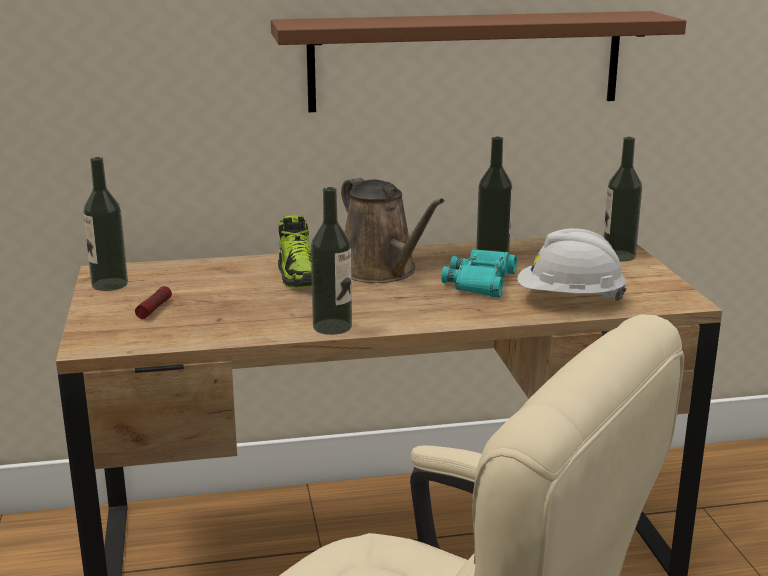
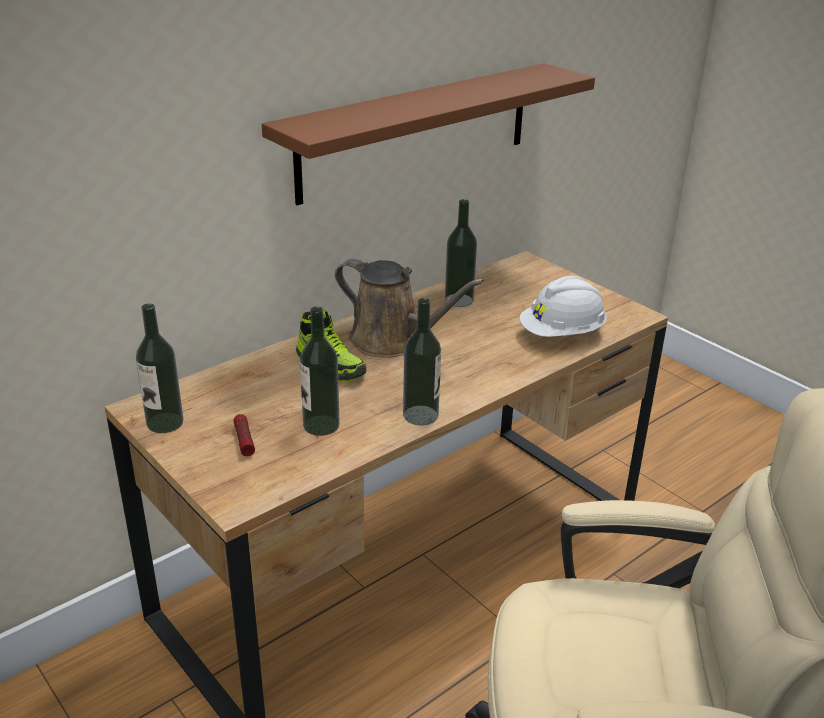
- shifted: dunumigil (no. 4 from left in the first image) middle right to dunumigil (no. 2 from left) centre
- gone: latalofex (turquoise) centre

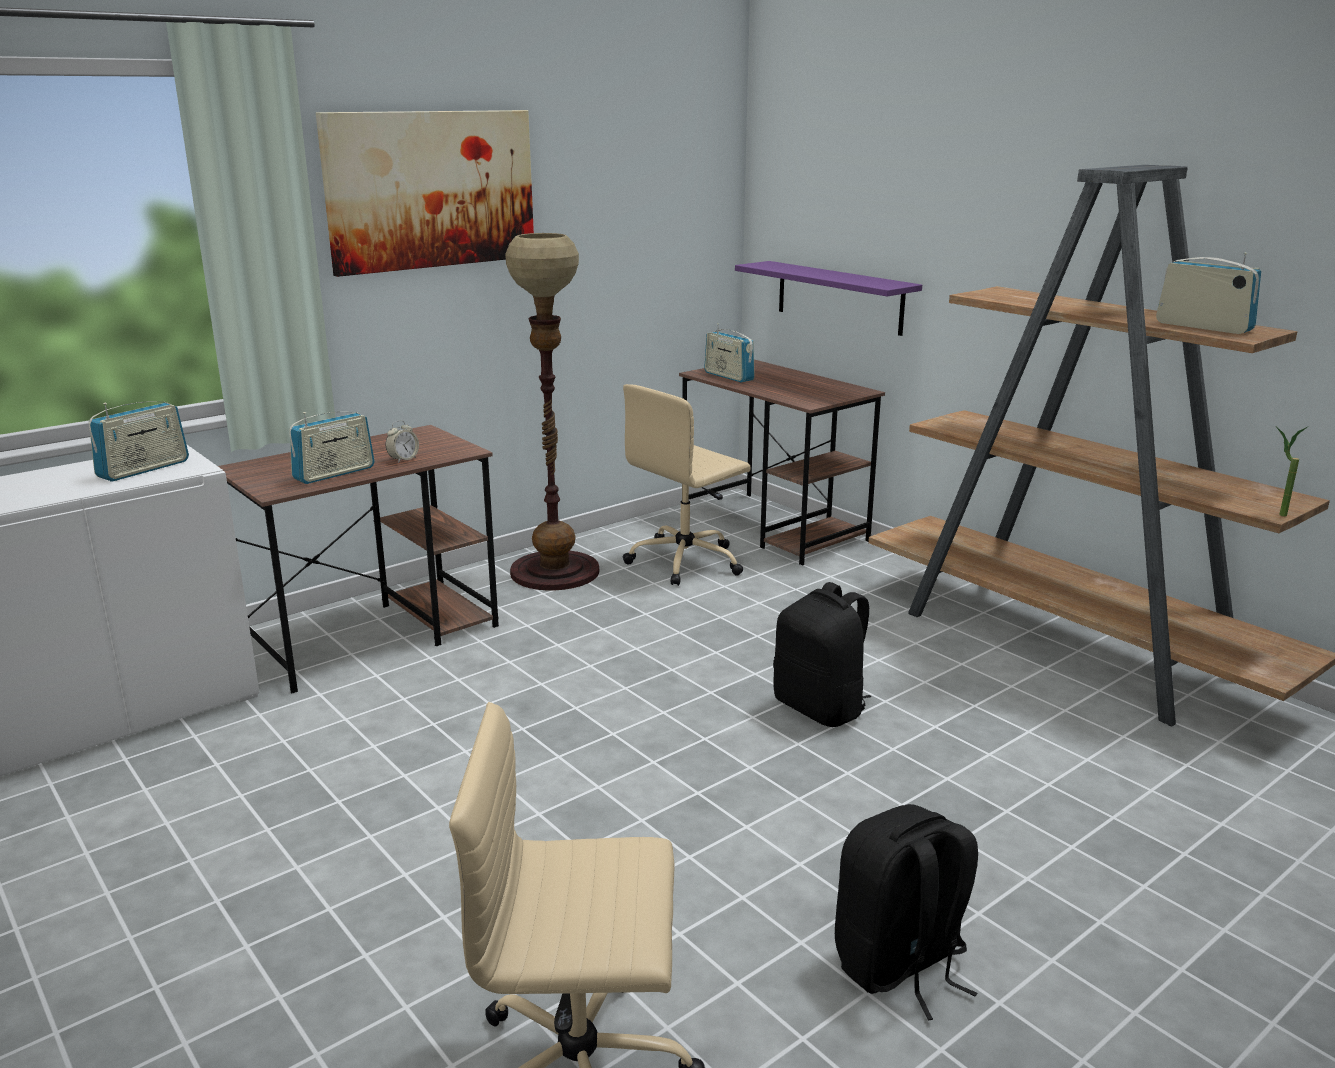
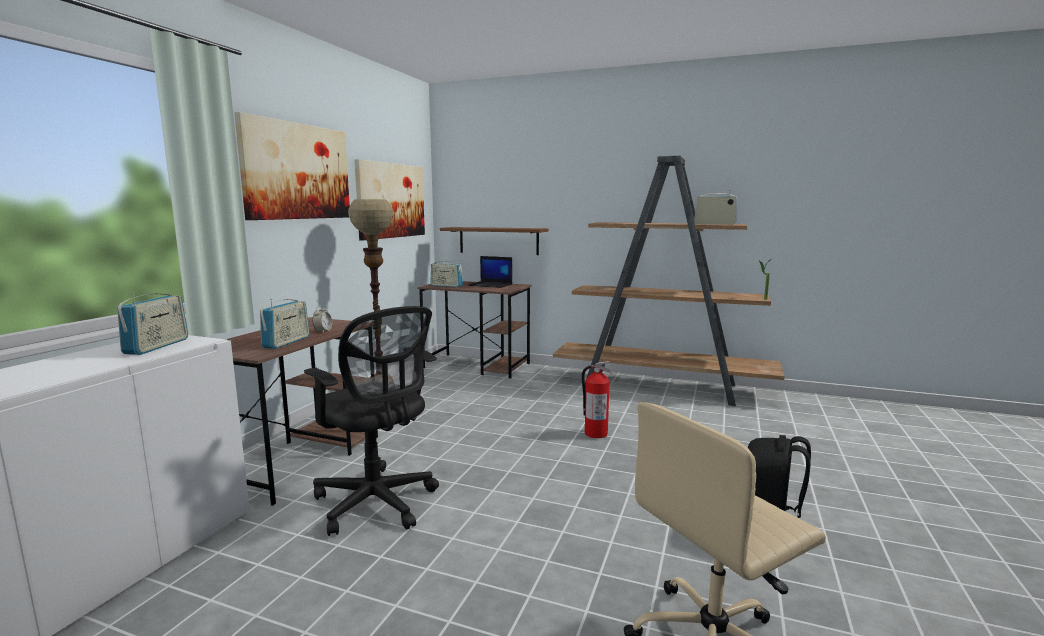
- repainted: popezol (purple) top centre to popezol (brown) centre
- gone: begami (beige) (no. 2 from left) centre
- swapped: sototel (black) (no. 1 from left) centre to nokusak centre
- new: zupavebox (no. 2 from left) top centre
- new: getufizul centre
- new: begami (black) centre

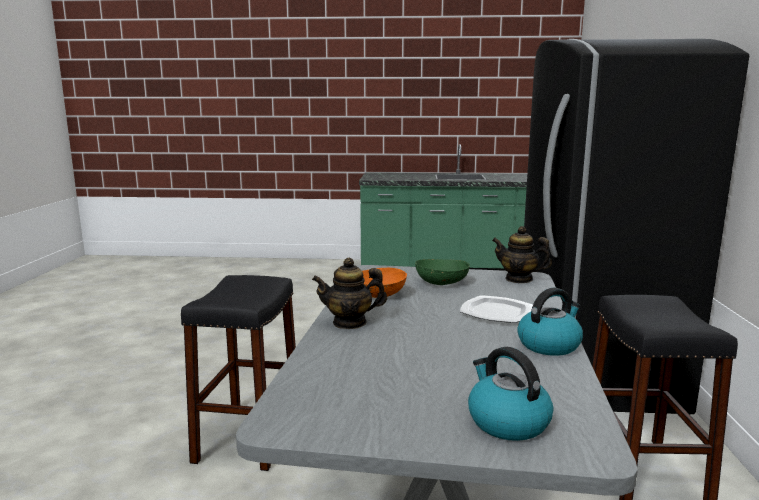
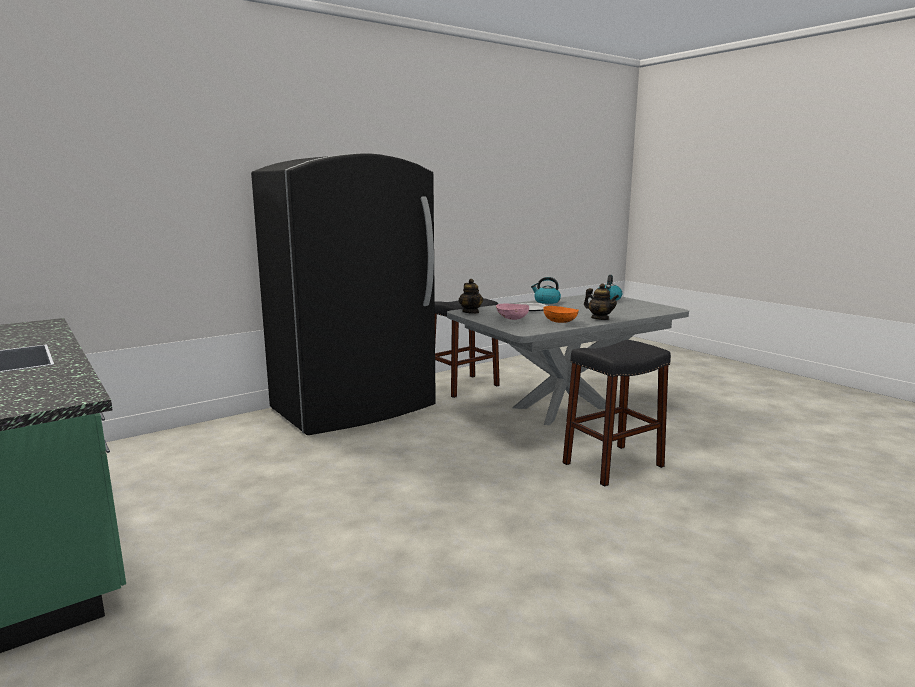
- repainted: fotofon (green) centre to fotofon (pink) centre

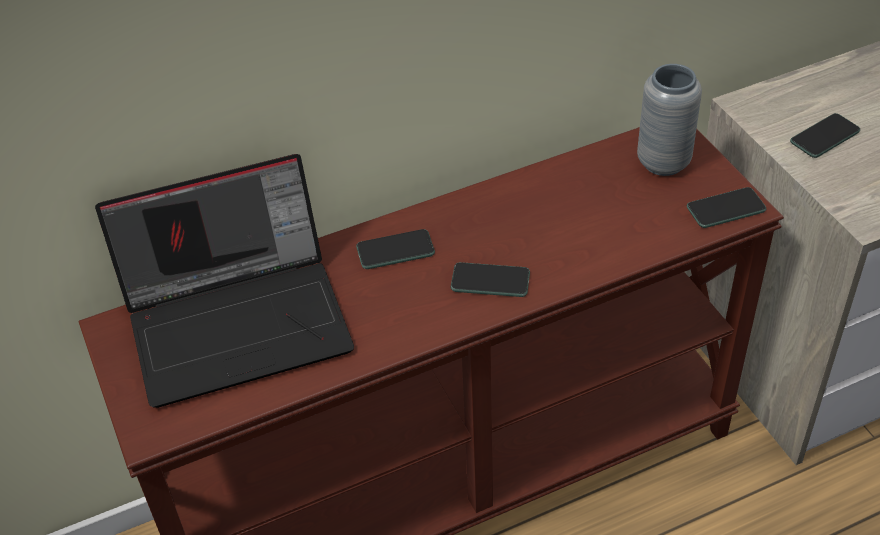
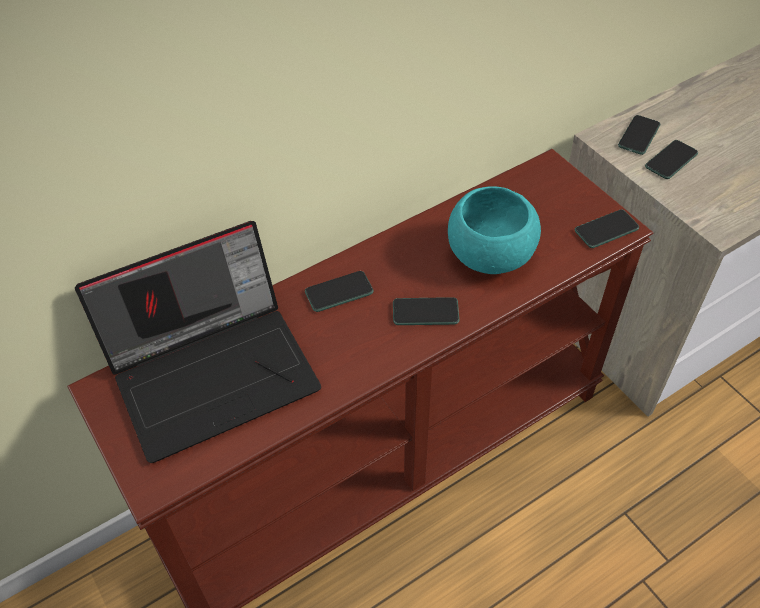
- gone: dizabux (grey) top right
- new: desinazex (no. 4 from left) top right
- new: fotofon (turquoise) centre

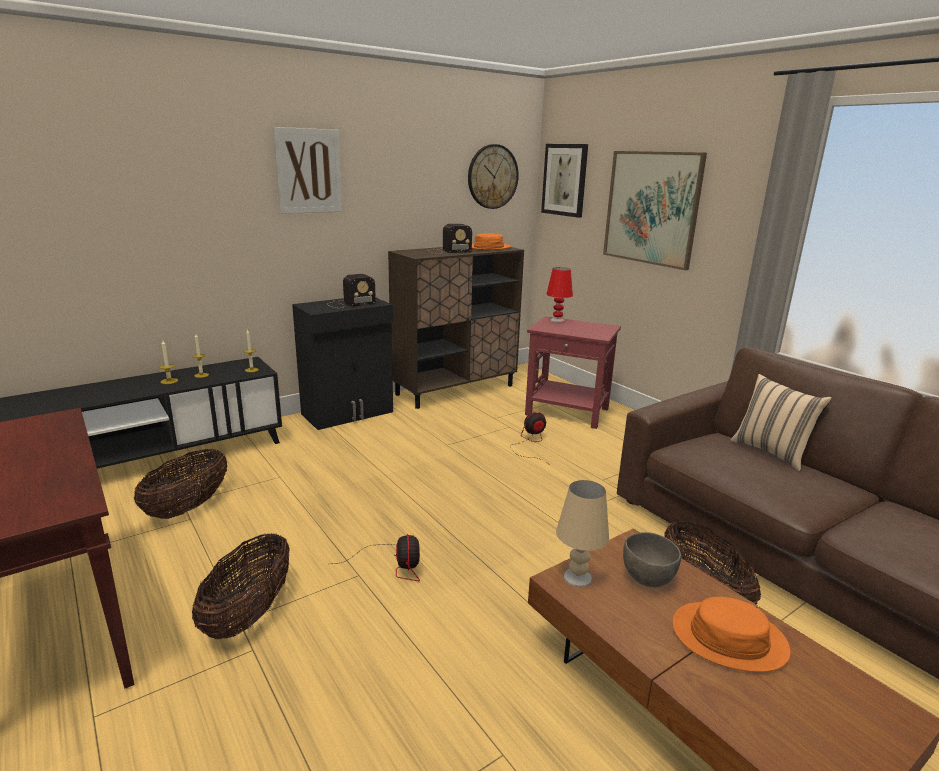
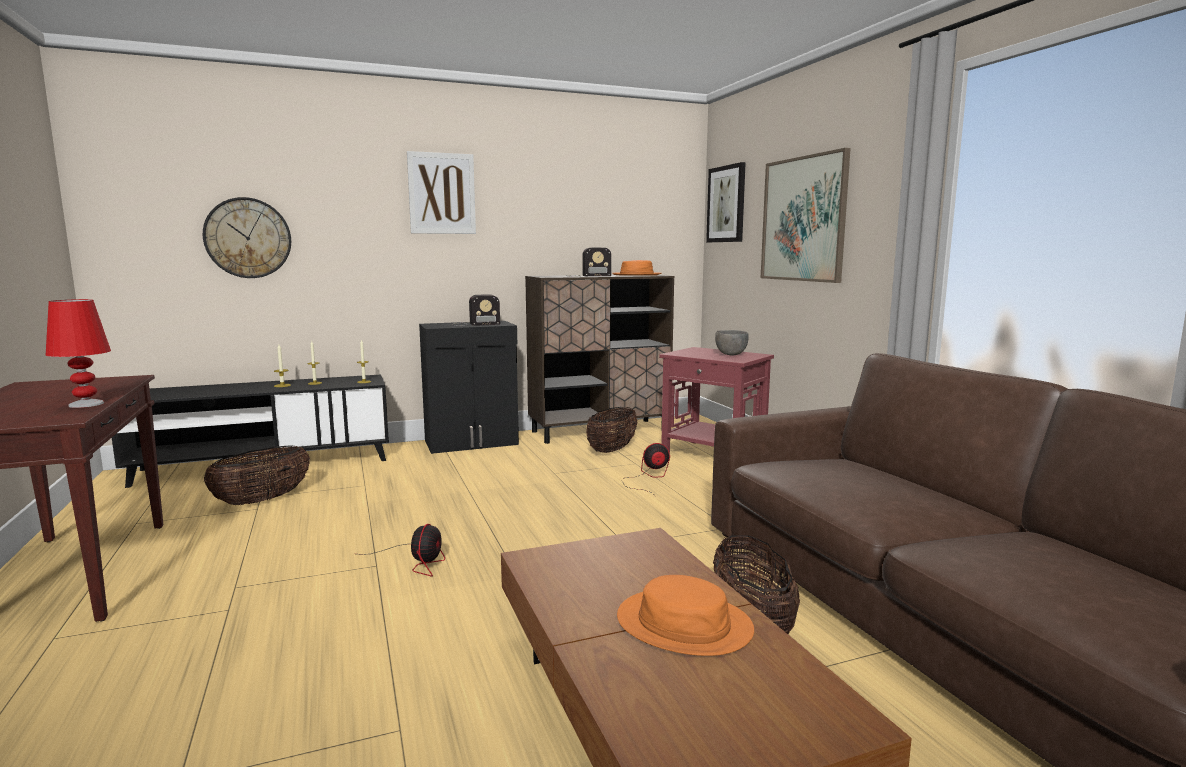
- shifted: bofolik top centre to top left
- shifted: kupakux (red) centre to middle left
- gone: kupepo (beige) middle right
- gone: kupakux (beige) bottom centre
- shifted: fotofon (grey) bottom right to centre
- shifted: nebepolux (no. 2 from left) bottom left to centre

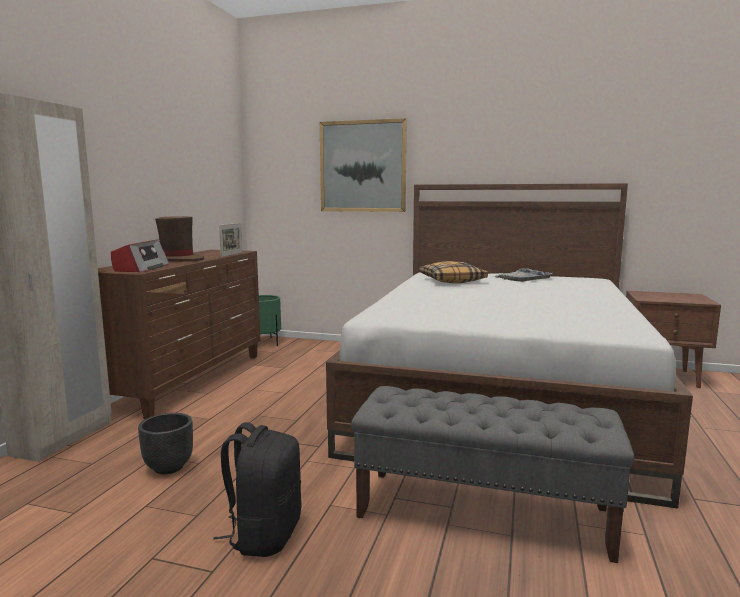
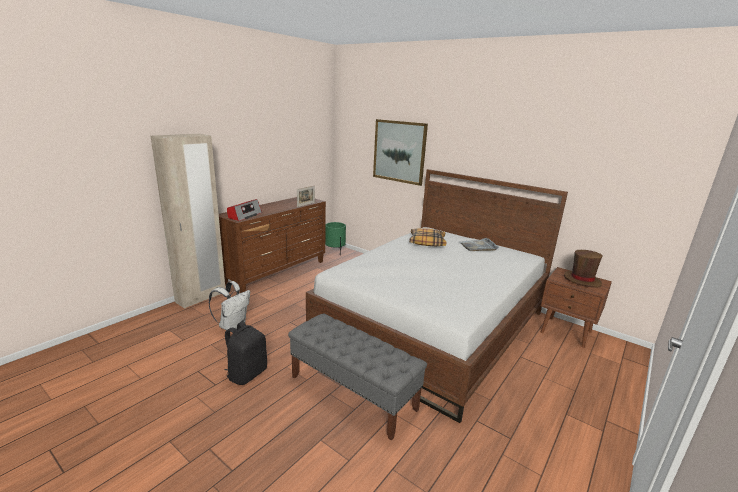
- shifted: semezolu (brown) middle left to middle right
- swapped: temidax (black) bottom left to sototel (white) middle left

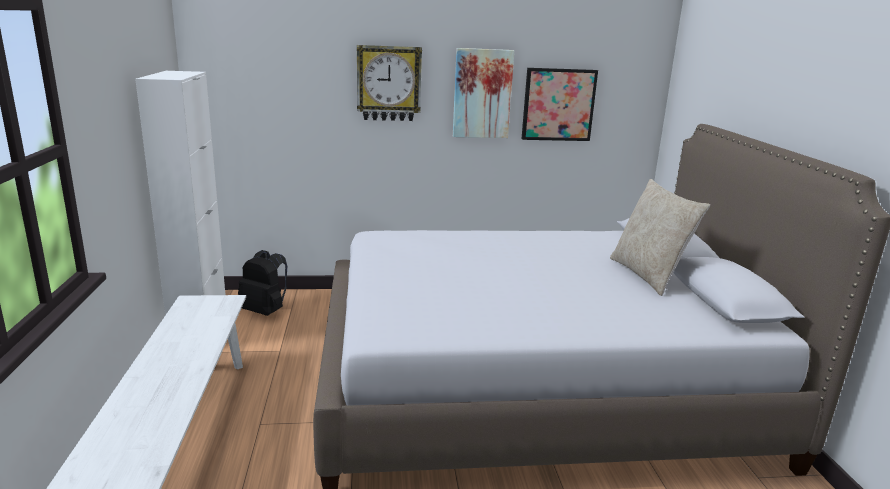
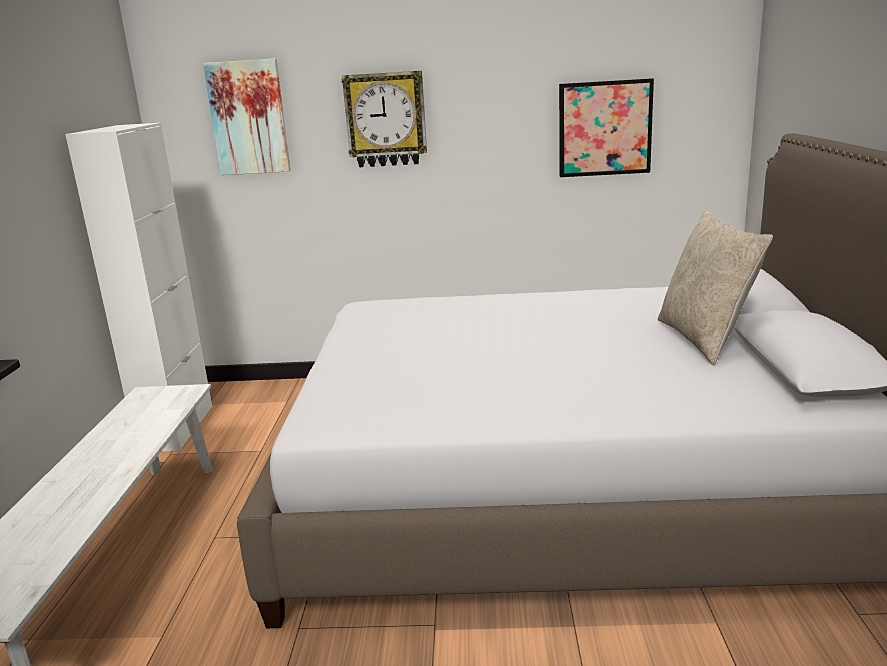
- shifted: zupavebox (no. 1 from left) top centre to top left
- gone: sototel (black) middle left

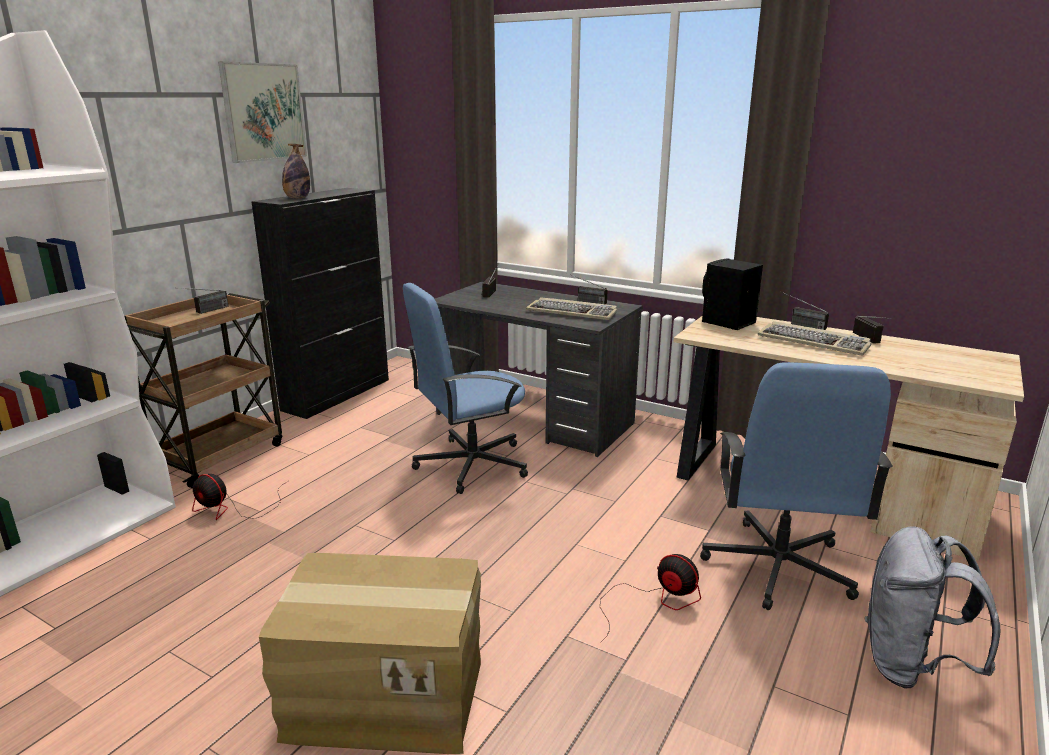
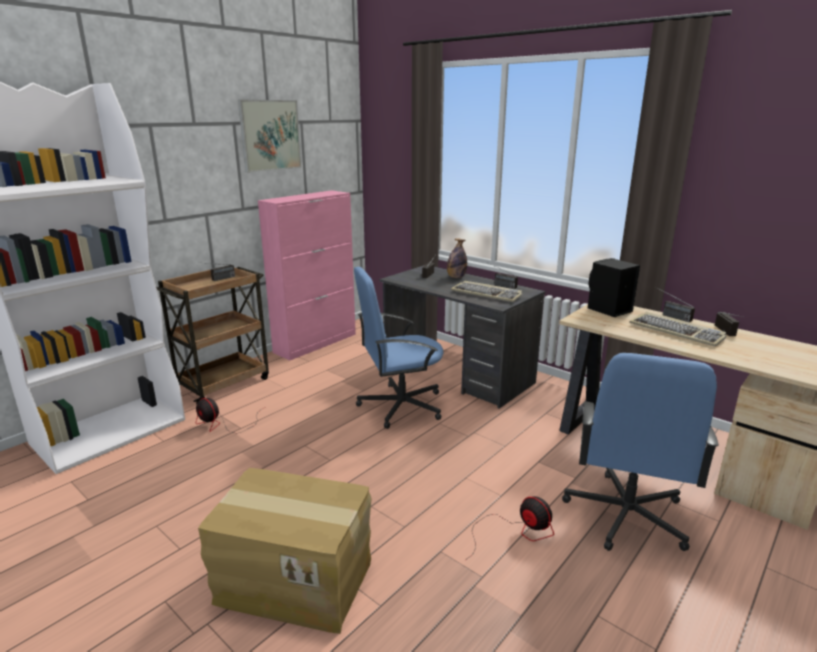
- shifted: dunumigil top left to centre
- repainted: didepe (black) middle left to didepe (pink) centre
- gone: sototel (grey) bottom right

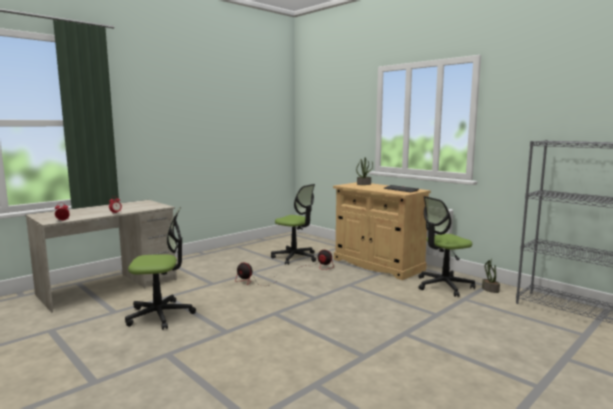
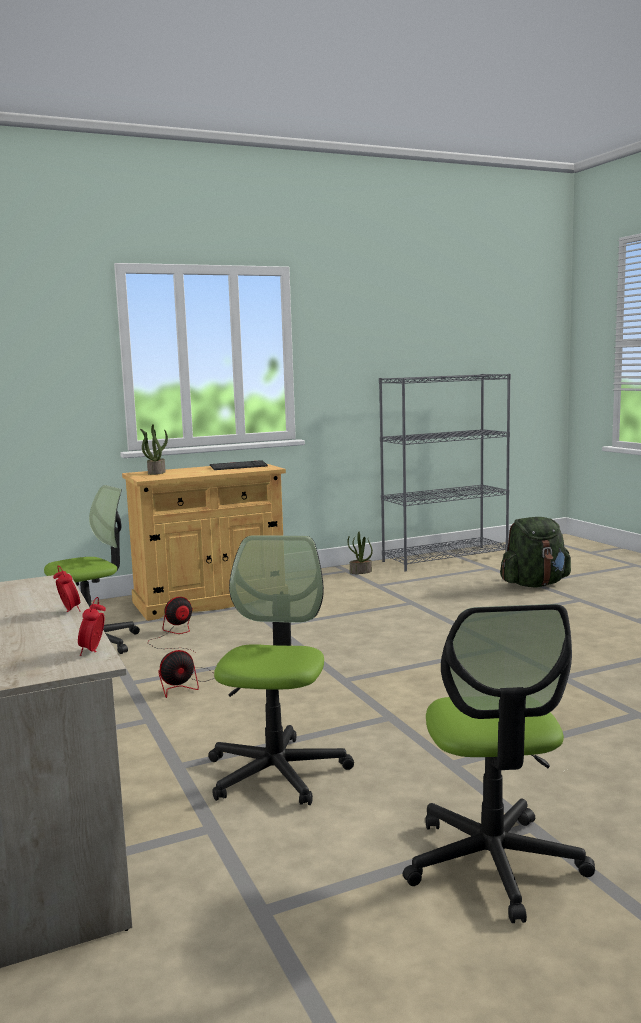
- shifted: begami (no. 3 from left) middle right to bottom right
- new: sototel (green) middle right

